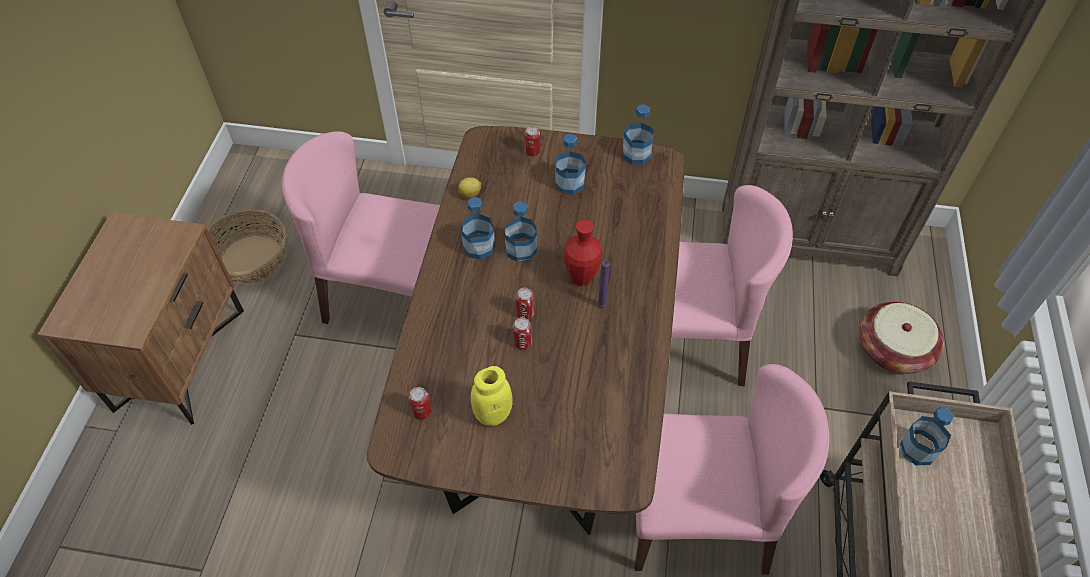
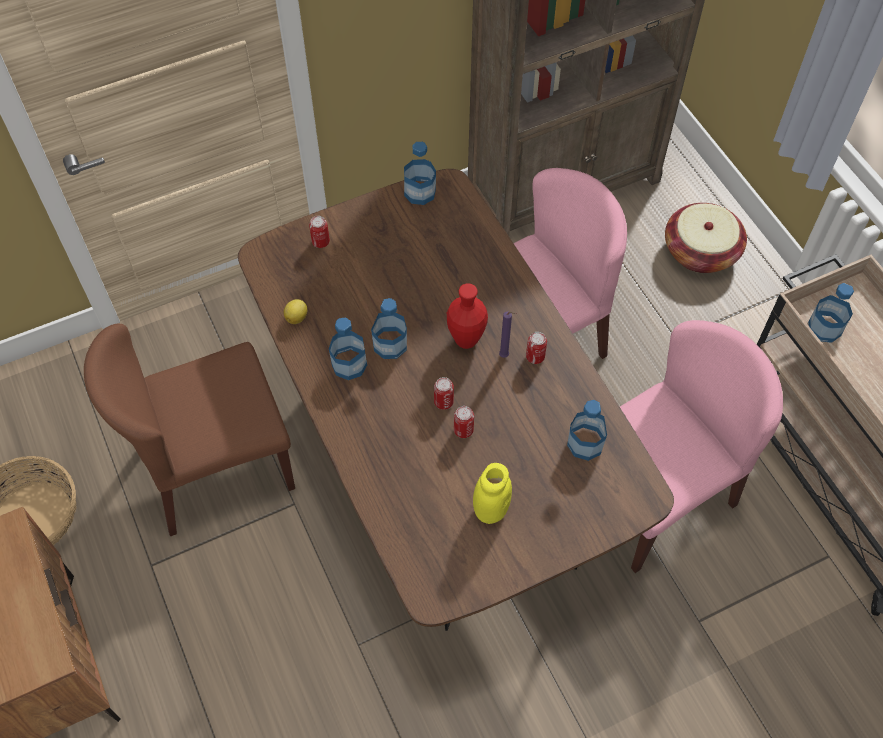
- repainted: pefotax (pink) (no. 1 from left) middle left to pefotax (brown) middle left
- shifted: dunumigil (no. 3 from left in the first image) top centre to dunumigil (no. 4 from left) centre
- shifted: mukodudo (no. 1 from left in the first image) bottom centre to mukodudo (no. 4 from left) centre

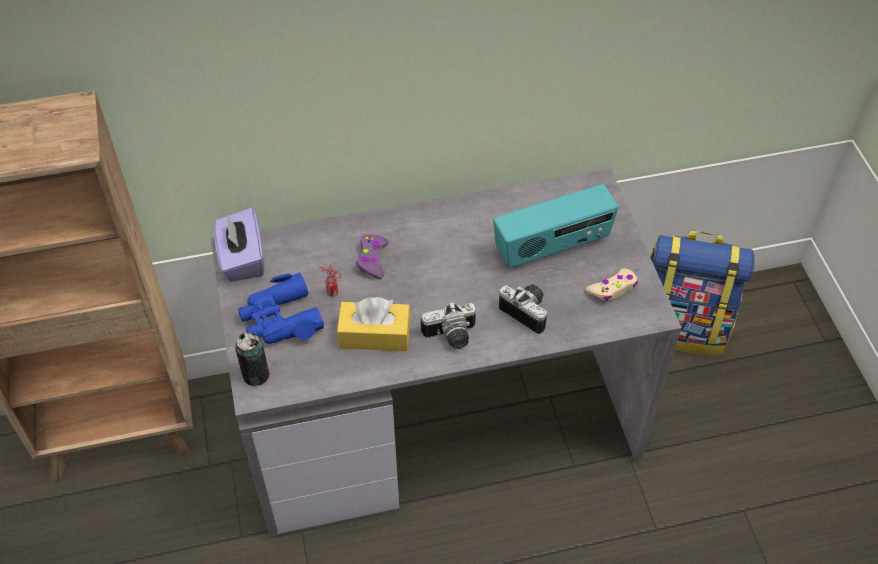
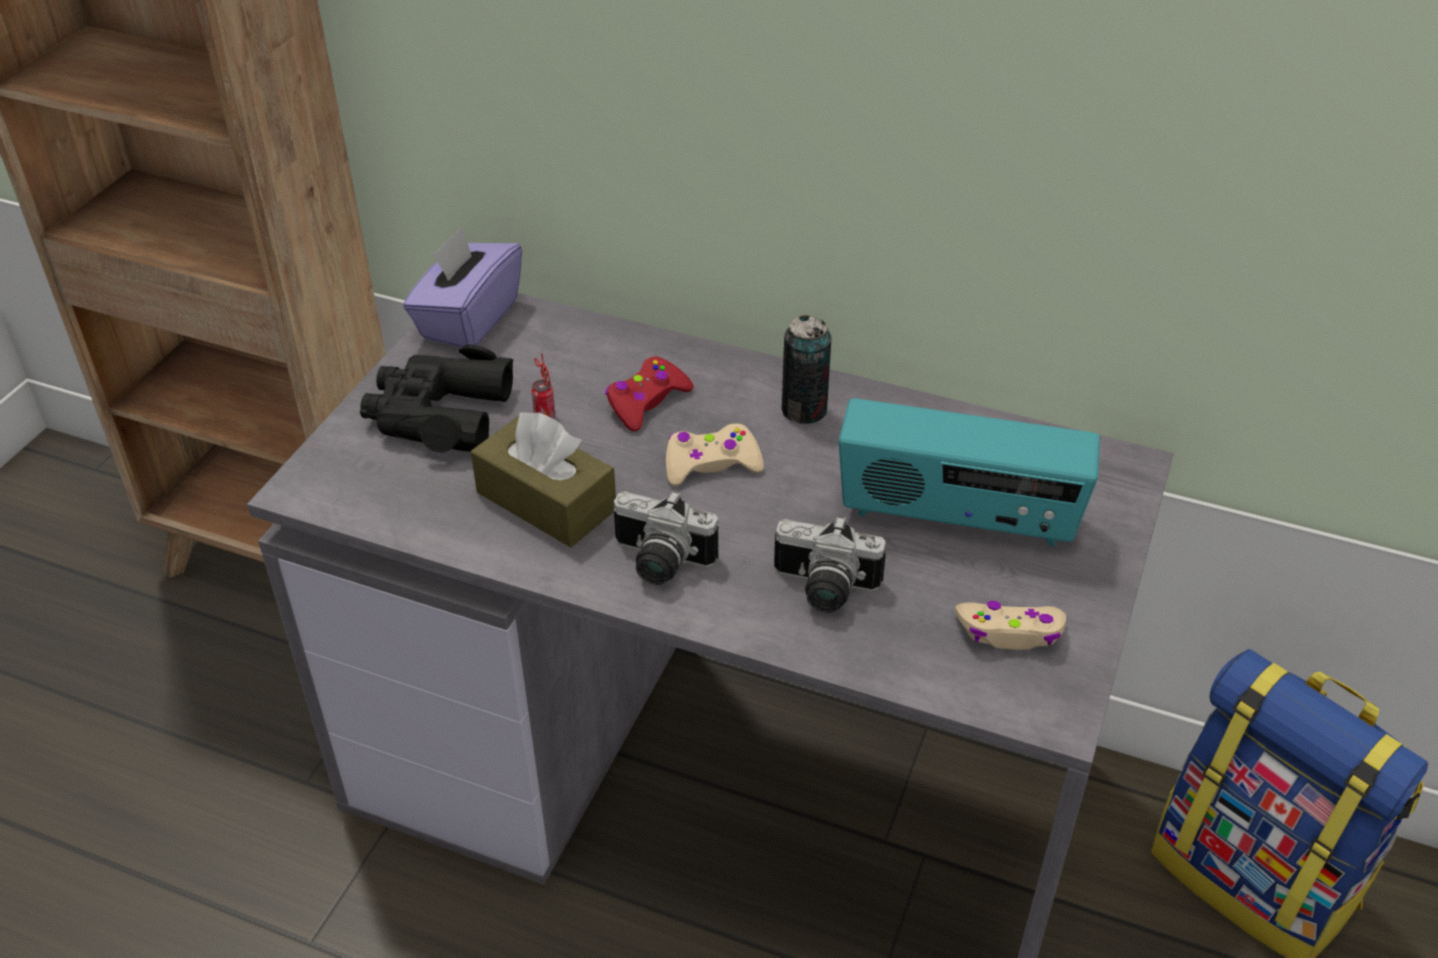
- repainted: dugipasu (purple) centre to dugipasu (red) centre
- repainted: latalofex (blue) middle left to latalofex (black) middle left
- rotated: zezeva (no. 2 from left) centre = centre 120 degrees clockwise
- repainted: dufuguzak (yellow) centre to dufuguzak (brown) centre
- shifted: mukodudo (no. 1 from left in the first image) middle left to mukodudo (no. 2 from left) centre
- new: dugipasu (beige) (no. 1 from left) centre

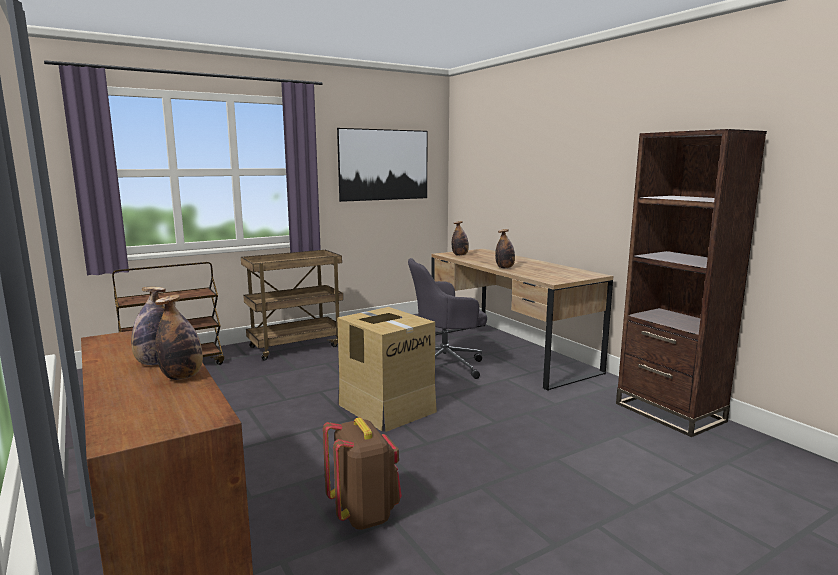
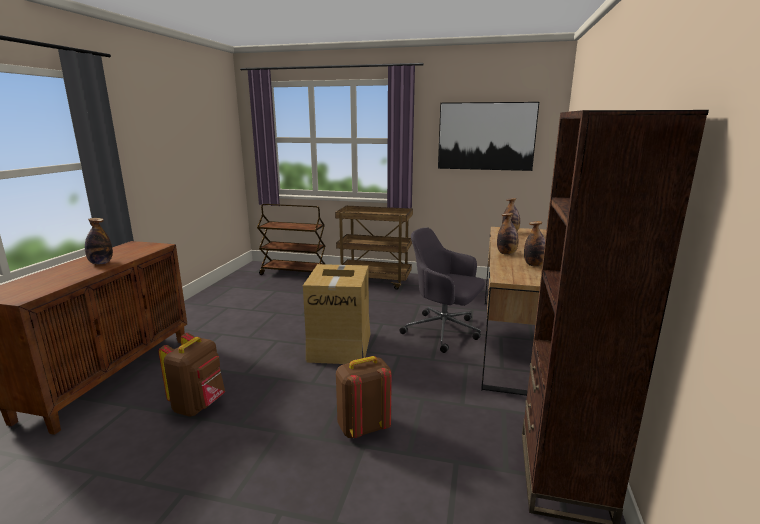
- shifted: dunumigil (no. 2 from left in the first image) middle left to dunumigil (no. 4 from left) middle right
- new: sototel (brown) (no. 2 from left) bottom centre

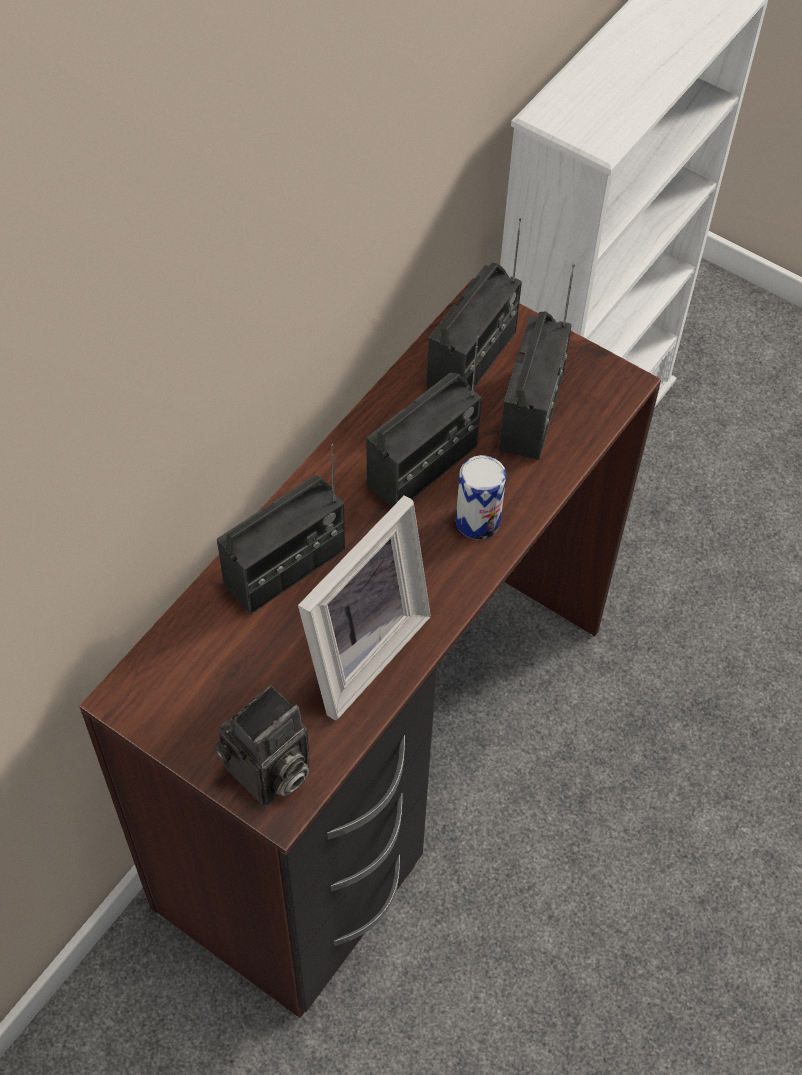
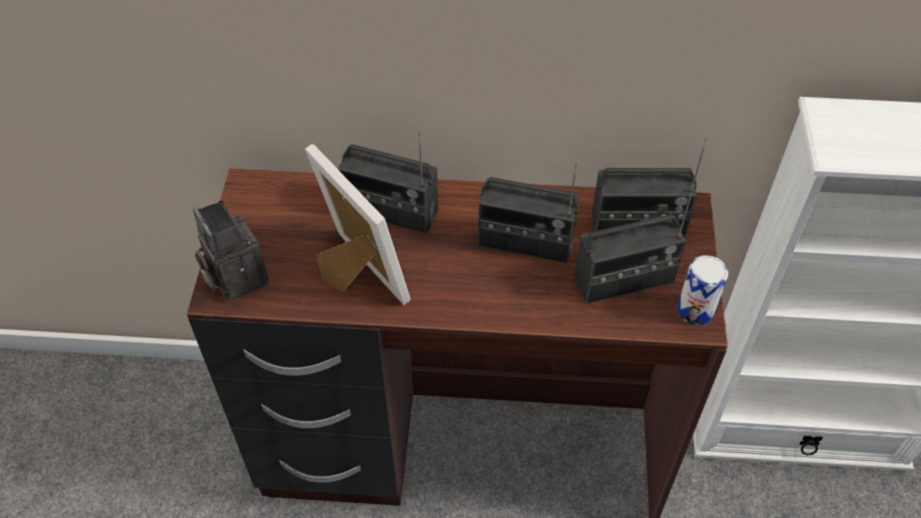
- shifted: mukodudo centre to middle right
- rotated: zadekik centre = centre 135 degrees counterclockwise
- rotated: zezeva bottom left = middle left 45 degrees clockwise

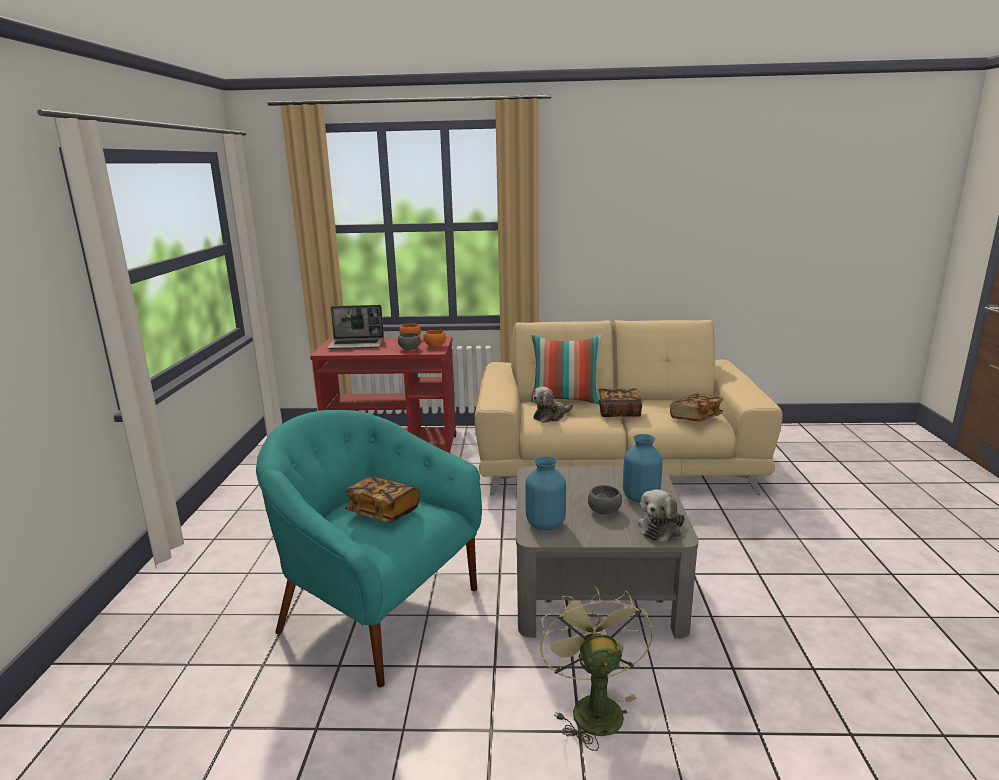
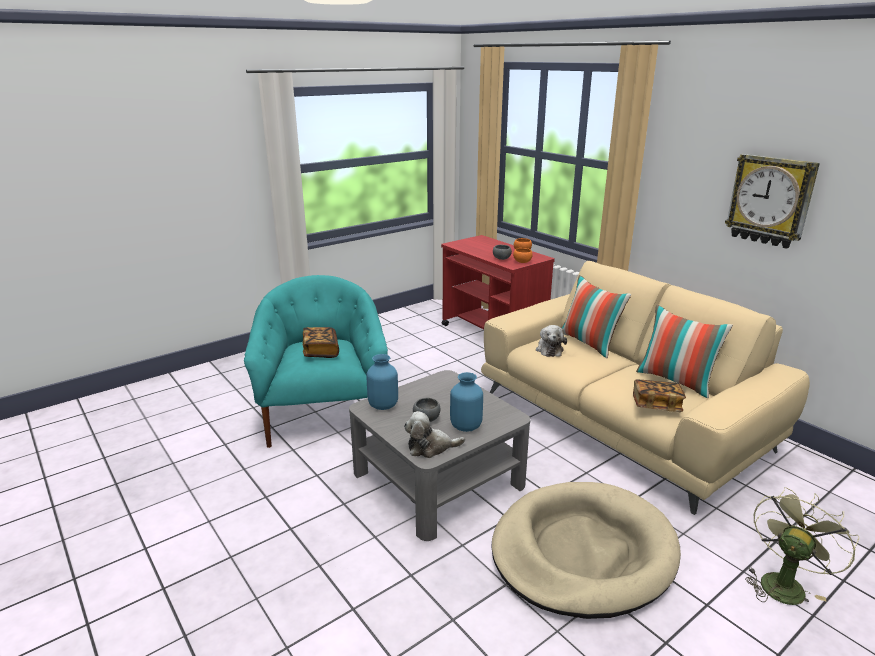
- gone: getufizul centre
- rotated: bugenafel (no. 1 from left in the first image) centre = centre 105 degrees counterclockwise
- gone: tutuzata (no. 2 from left) centre
- shifted: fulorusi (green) bottom centre to bottom right
- new: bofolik top right
- new: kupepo (no. 2 from left) middle right
- new: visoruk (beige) bottom right

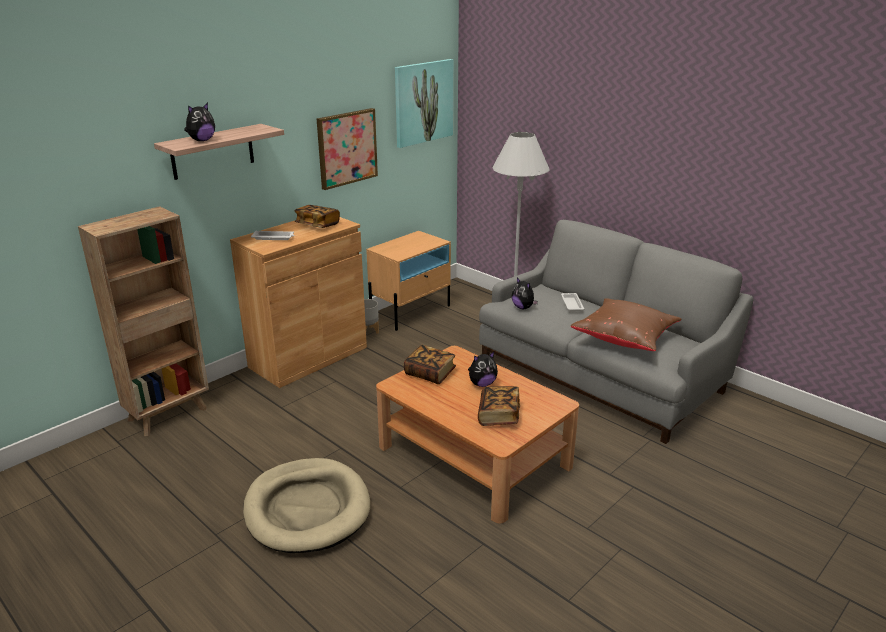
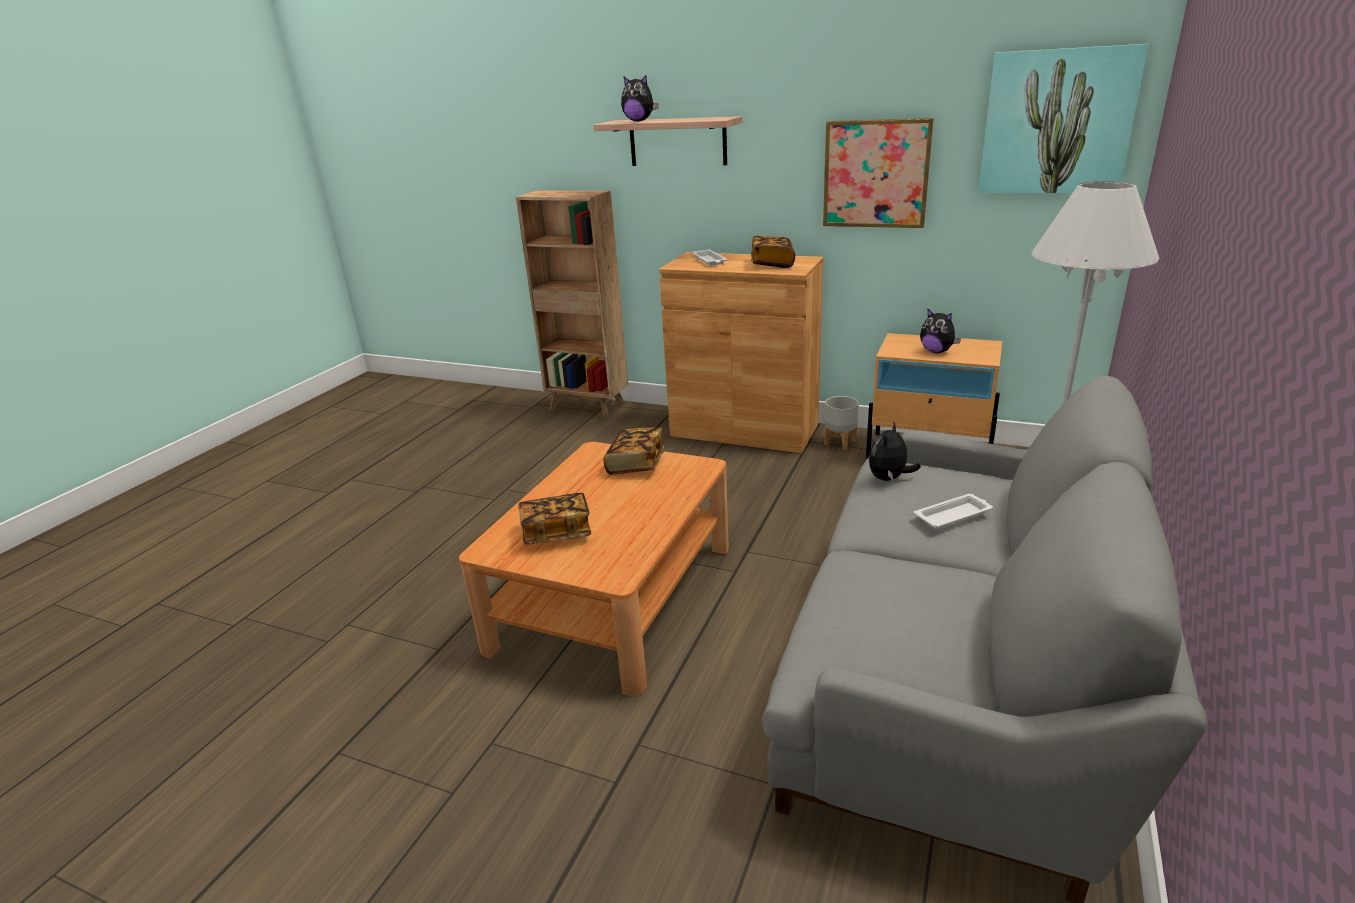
- gone: kupepo (brown) middle right
- shifted: bugenafel (no. 2 from left in the first image) centre to bugenafel (no. 3 from left) middle right
- gone: visoruk (beige) bottom centre

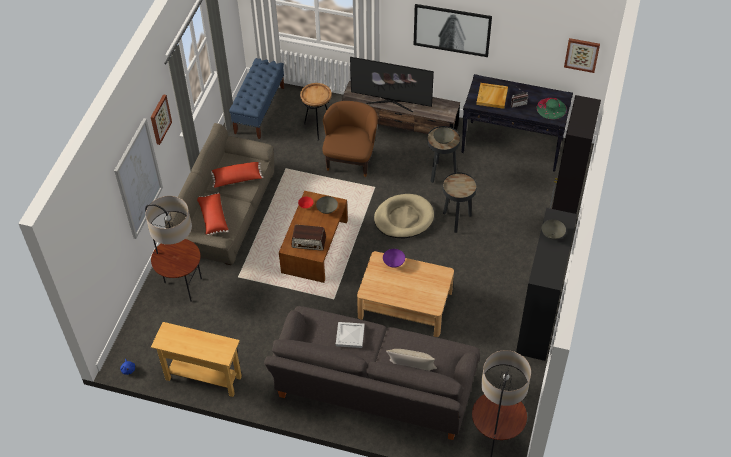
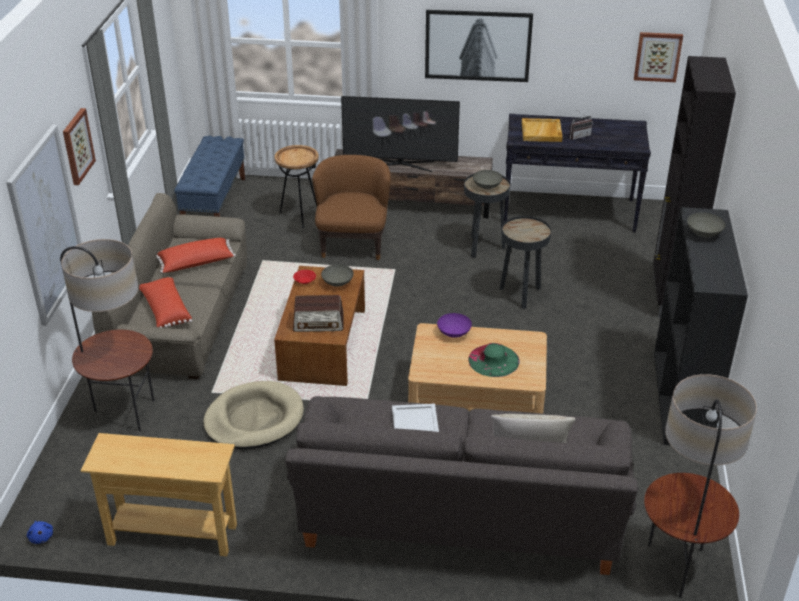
- shifted: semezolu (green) top right to centre
- shifted: visoruk (beige) centre to bottom left

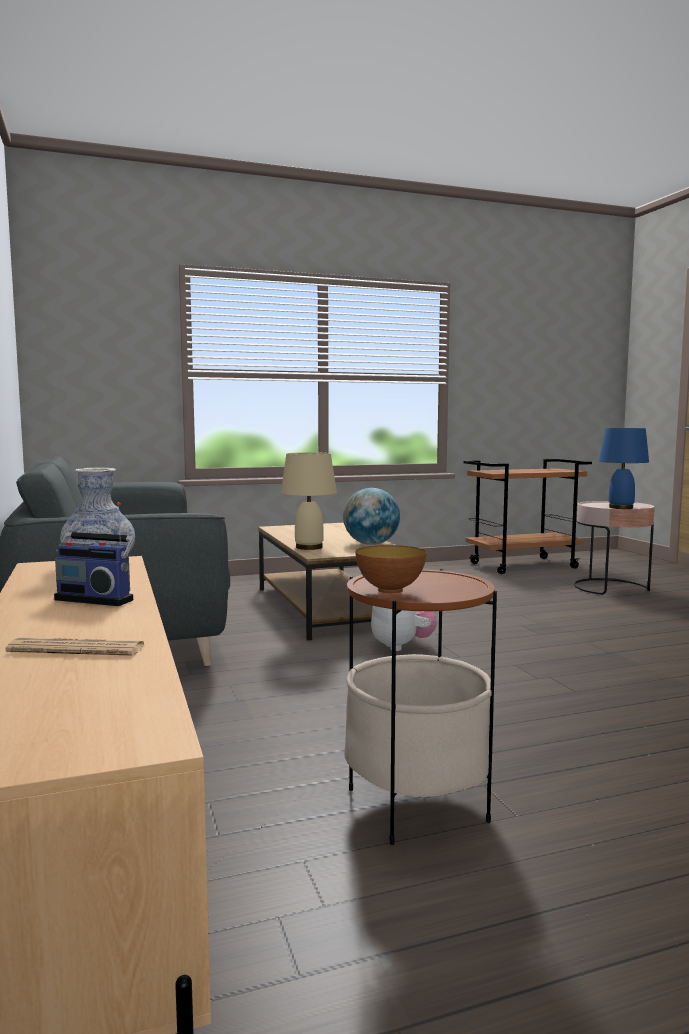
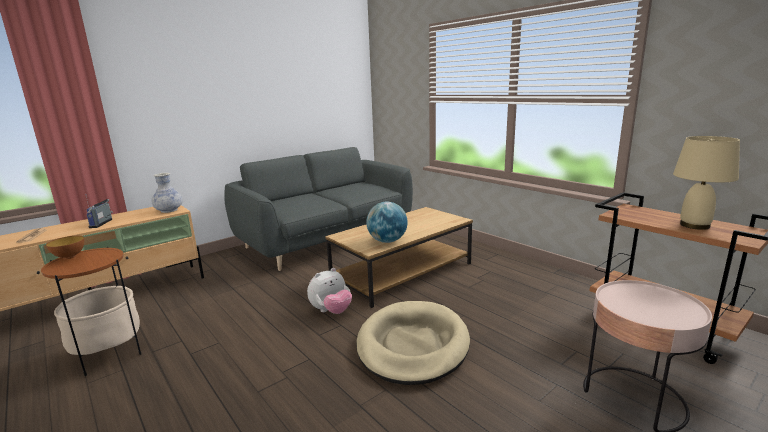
- gone: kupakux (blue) middle right
- shifted: kupakux (beige) centre to middle right
- new: visoruk (beige) bottom centre

